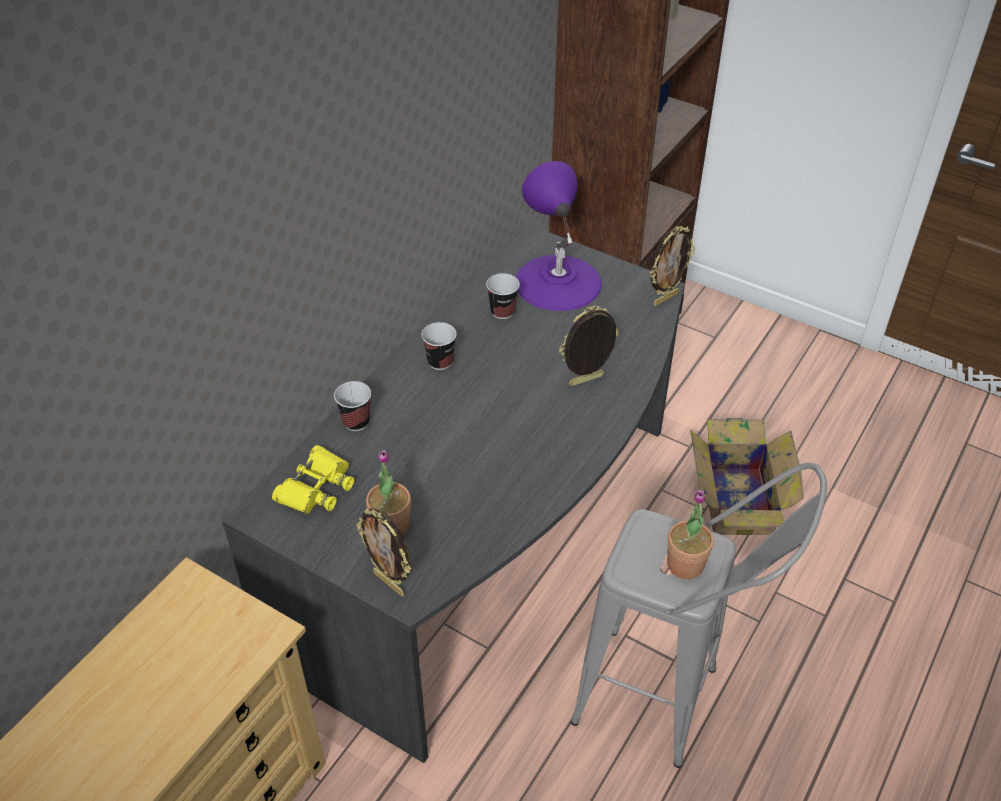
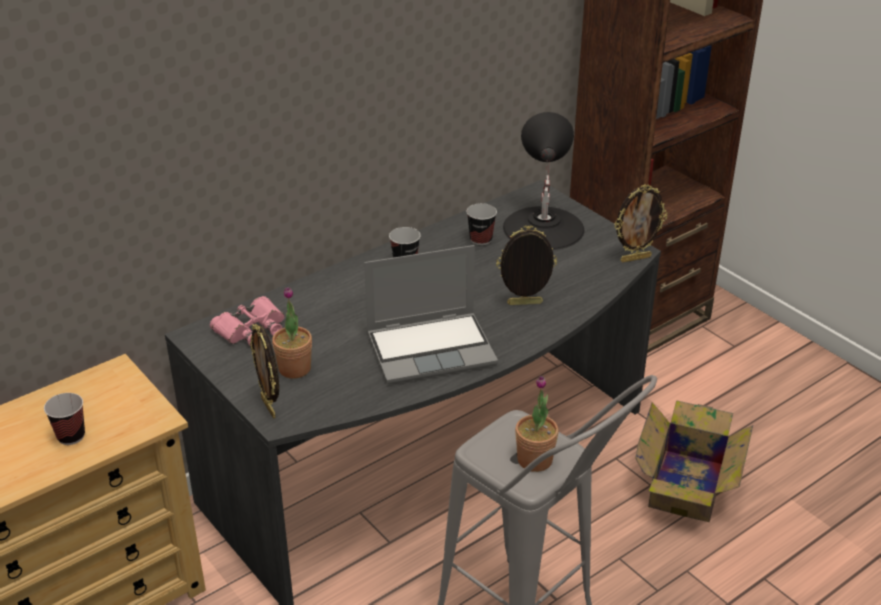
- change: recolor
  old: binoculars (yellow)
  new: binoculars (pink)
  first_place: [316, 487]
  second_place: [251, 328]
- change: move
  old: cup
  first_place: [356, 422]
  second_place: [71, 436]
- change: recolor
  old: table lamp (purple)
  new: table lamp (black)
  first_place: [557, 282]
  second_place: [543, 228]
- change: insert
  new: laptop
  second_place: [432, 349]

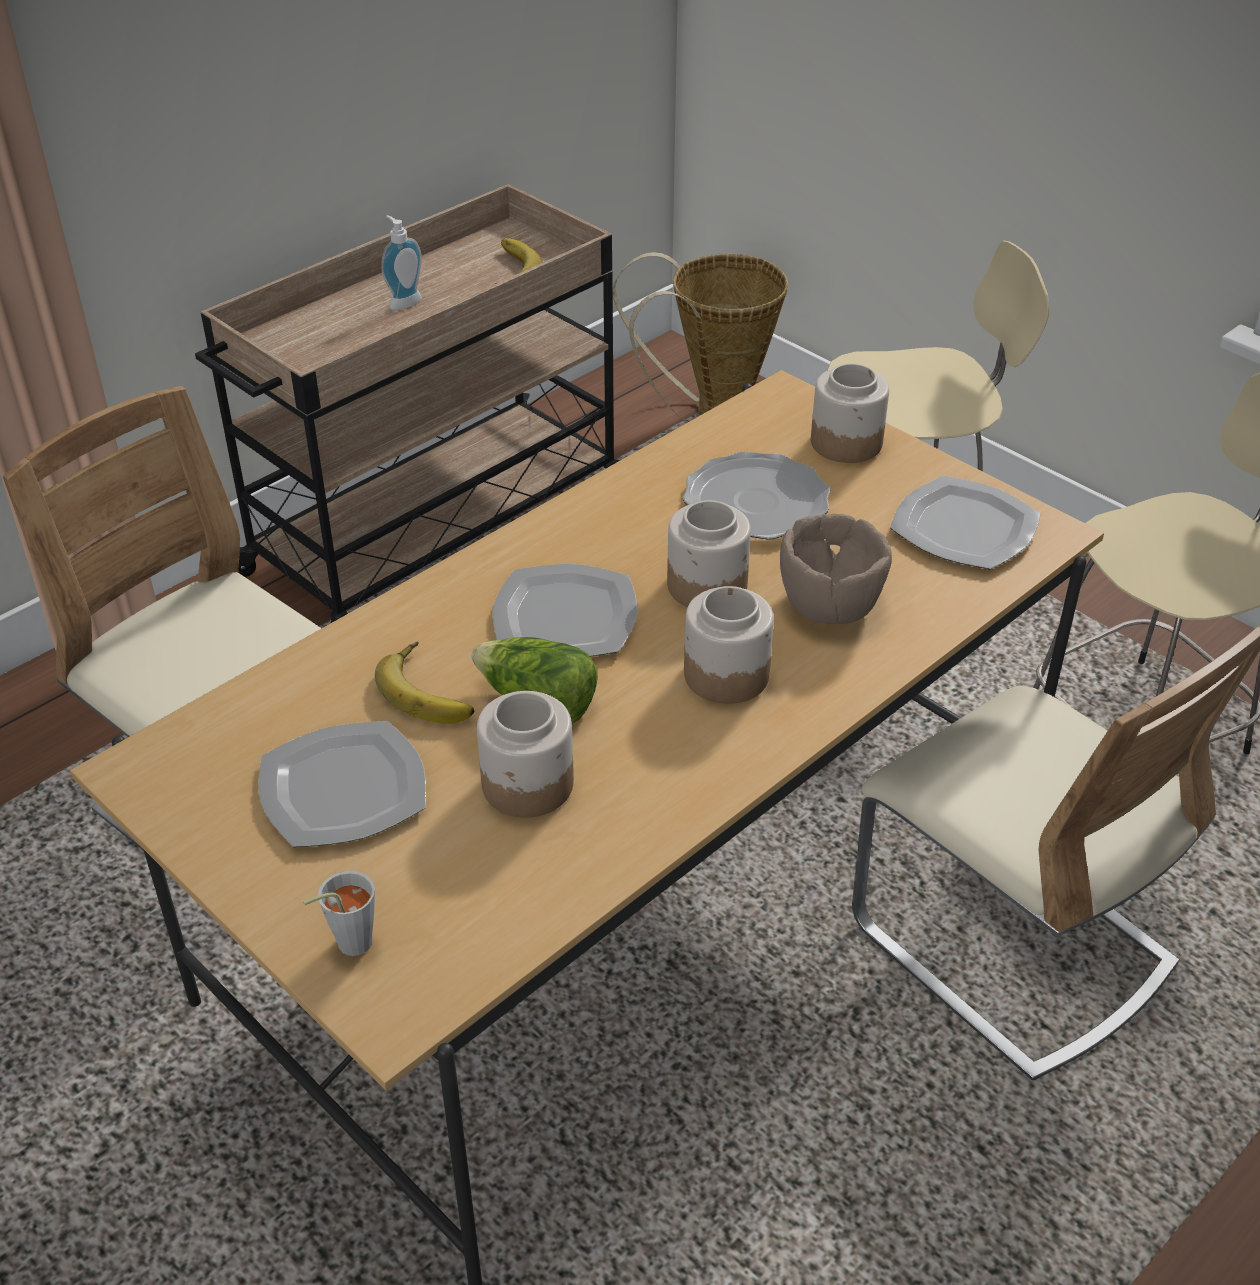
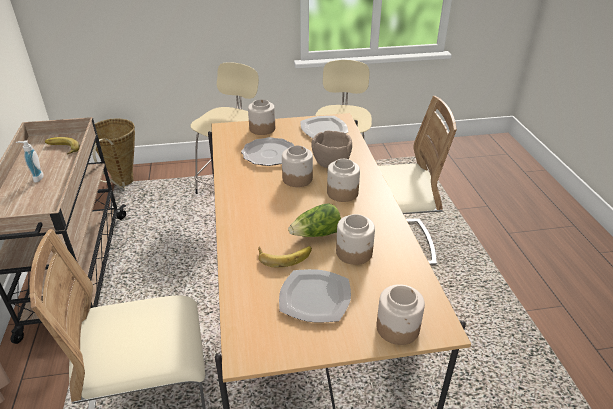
- change: replace
  old: cup (grey)
  new: jar
  first_place: [347, 945]
  second_place: [398, 327]
- change: delete
  old: plate
  first_place: [564, 617]

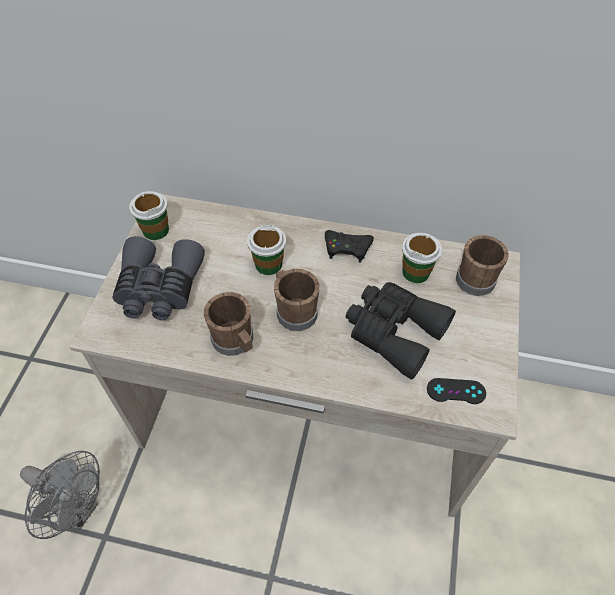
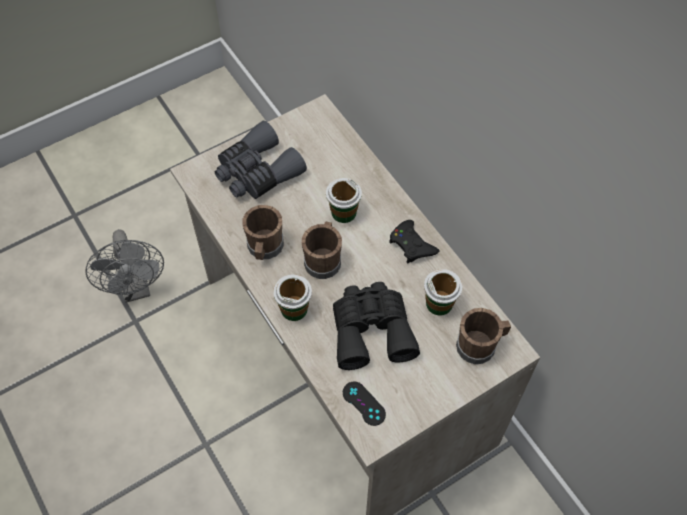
- change: move
  old: cup
  first_place: [155, 230]
  second_place: [294, 308]

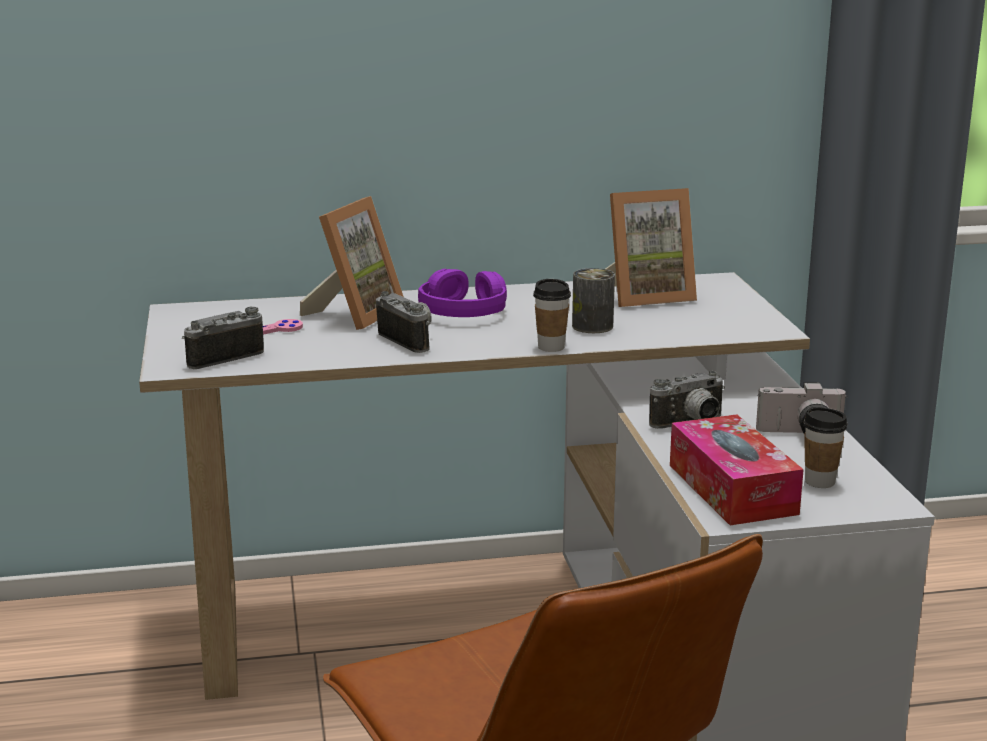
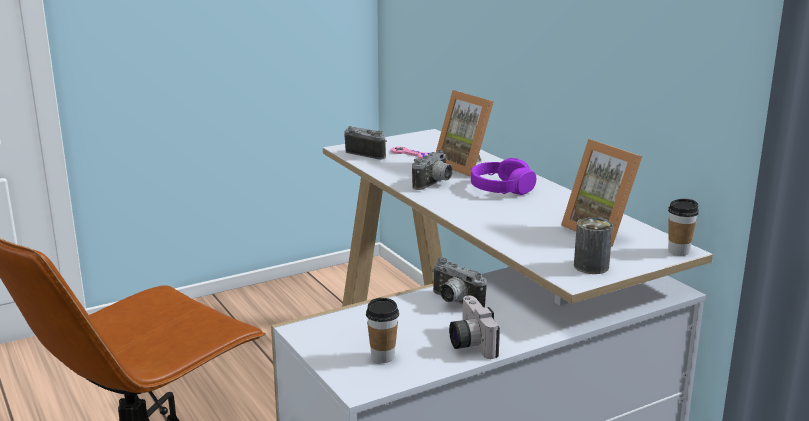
- change: rotate
  old: picture frame
  first_place: [355, 314]
  second_place: [467, 166]
  degrees: 45
- change: move
  old: cup
  first_place: [551, 347]
  second_place: [678, 251]
- change: move
  old: can
  first_place: [592, 326]
  second_place: [591, 266]
- change: delete
  old: tissue box
  first_place: [732, 489]

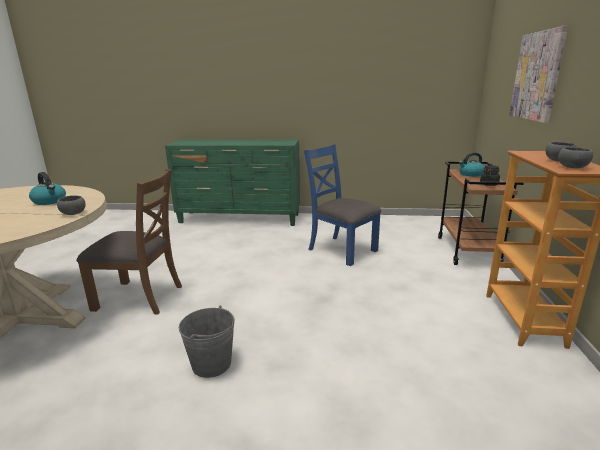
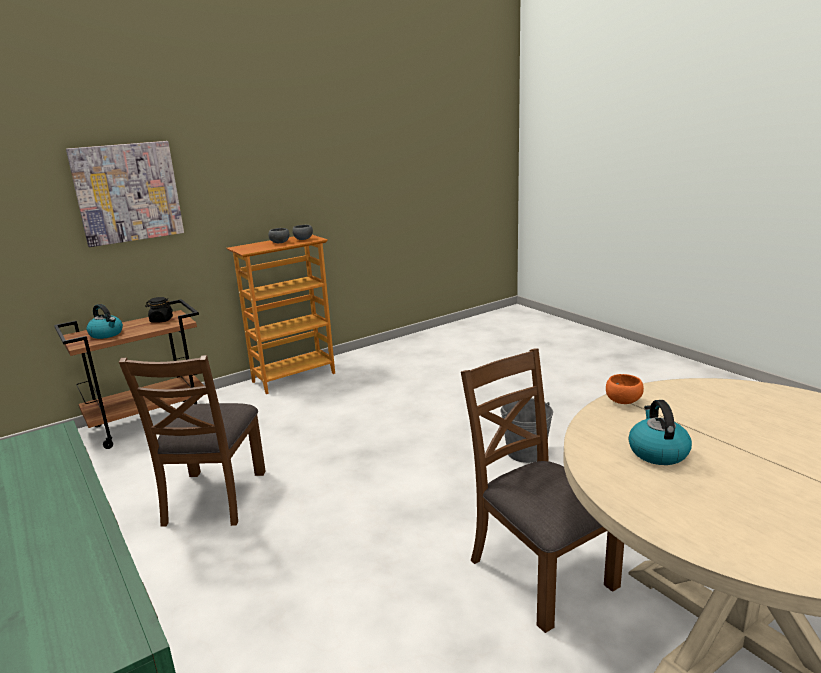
- change: recolor
  old: bowl (grey)
  new: bowl (orange)
  first_place: [73, 214]
  second_place: [624, 401]
- change: recolor
  old: chair (blue)
  new: chair (brown)
  first_place: [341, 250]
  second_place: [214, 497]

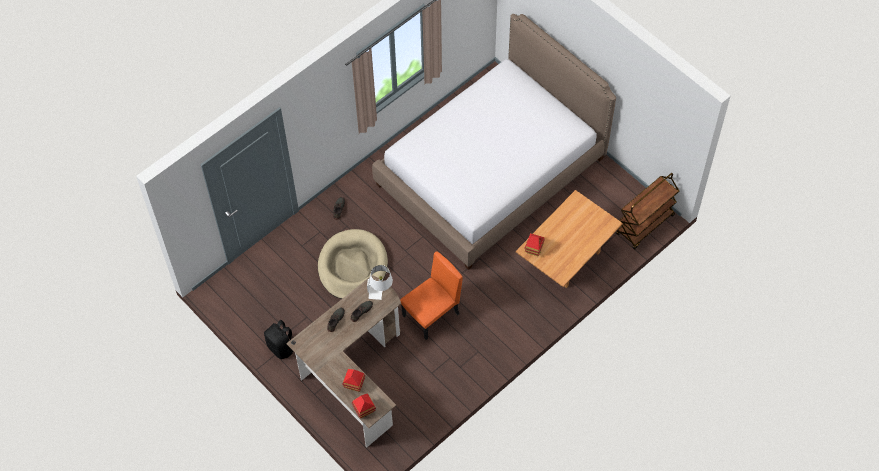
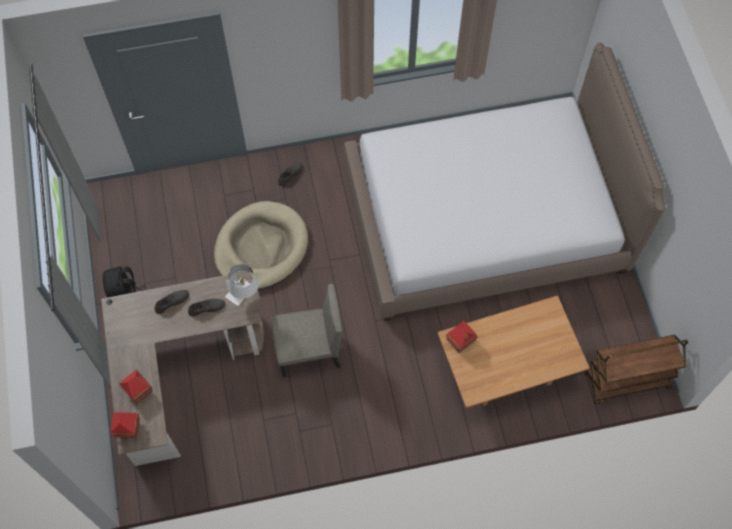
- change: recolor
  old: chair (orange)
  new: chair (beige)
  first_place: [431, 315]
  second_place: [308, 351]

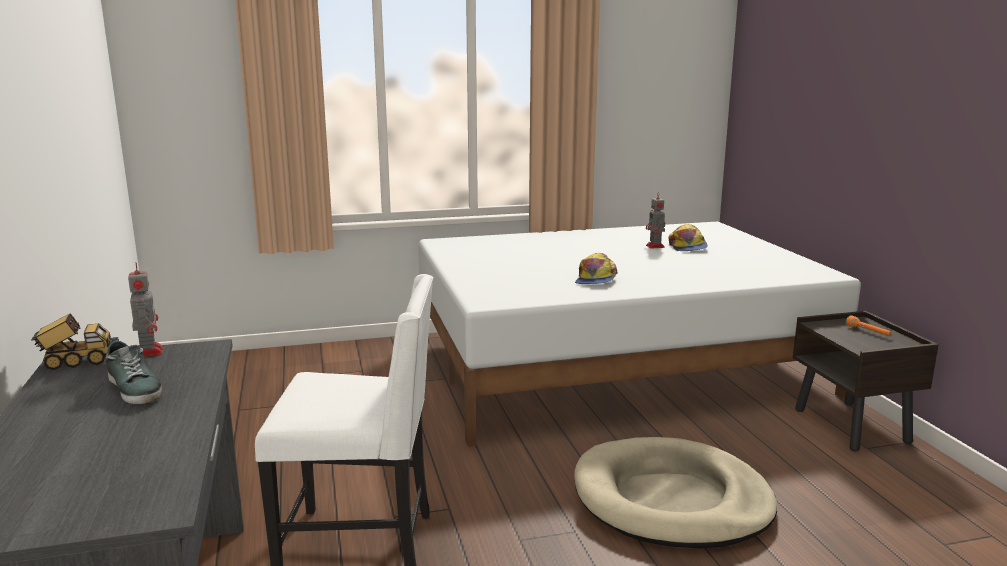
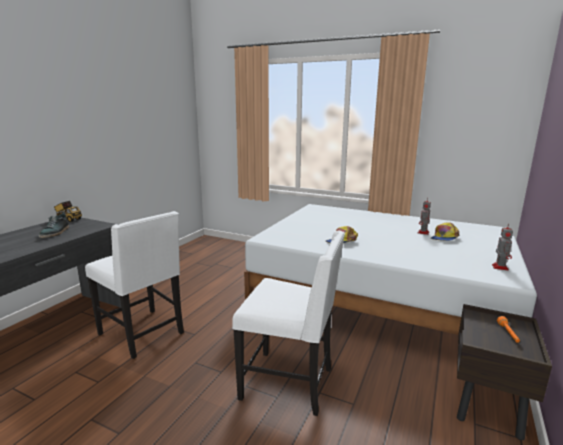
- change: move
  old: toy robot
  first_place: [148, 351]
  second_place: [499, 267]
- change: replace
  old: dog bed (beige)
  new: chair (white)
  first_place: [671, 499]
  second_place: [289, 383]

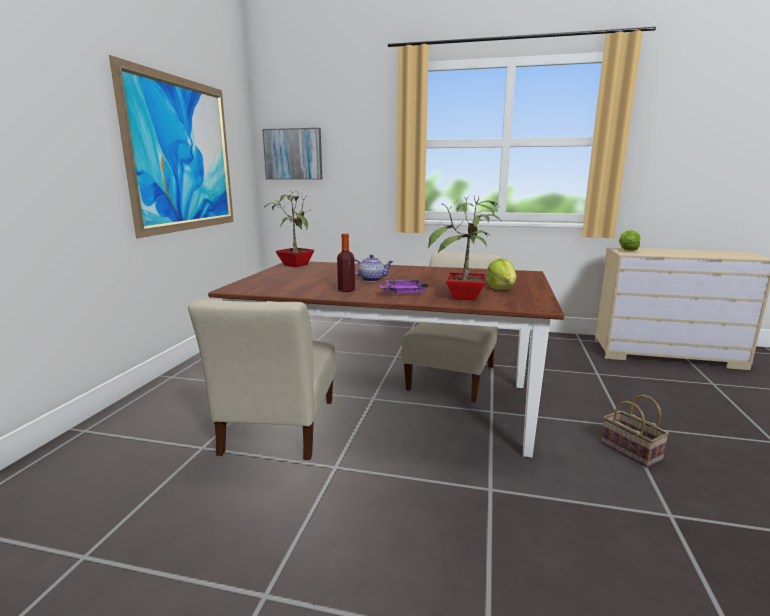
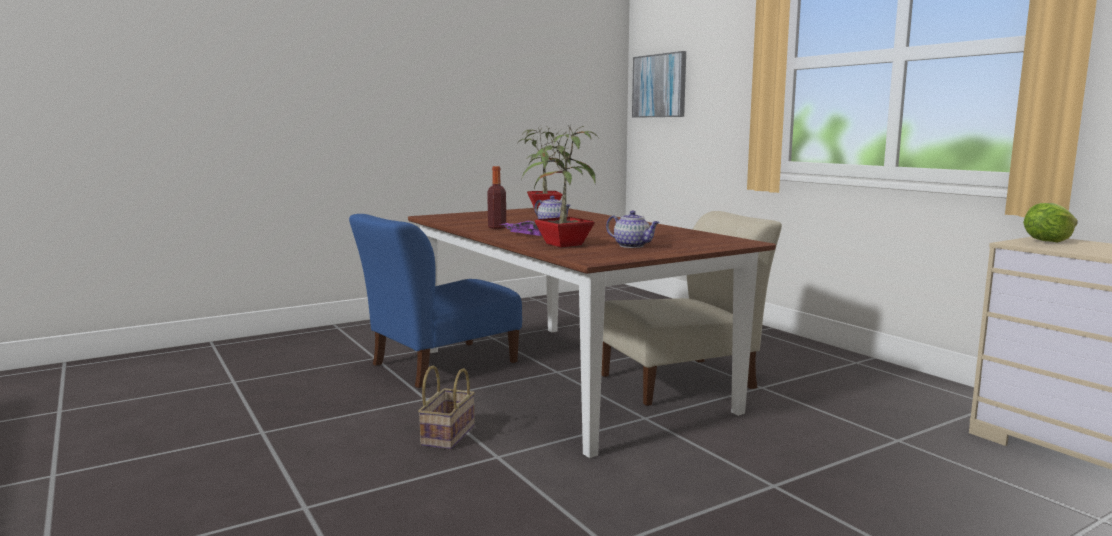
- change: delete
  old: picture
  first_place: [183, 155]
- change: recolor
  old: chair (beige)
  new: chair (blue)
  first_place: [278, 430]
  second_place: [439, 365]
- change: replace
  old: lettuce
  new: teapot
  first_place: [501, 289]
  second_place: [632, 246]
- change: move
  old: basket
  first_place: [628, 450]
  second_place: [447, 434]

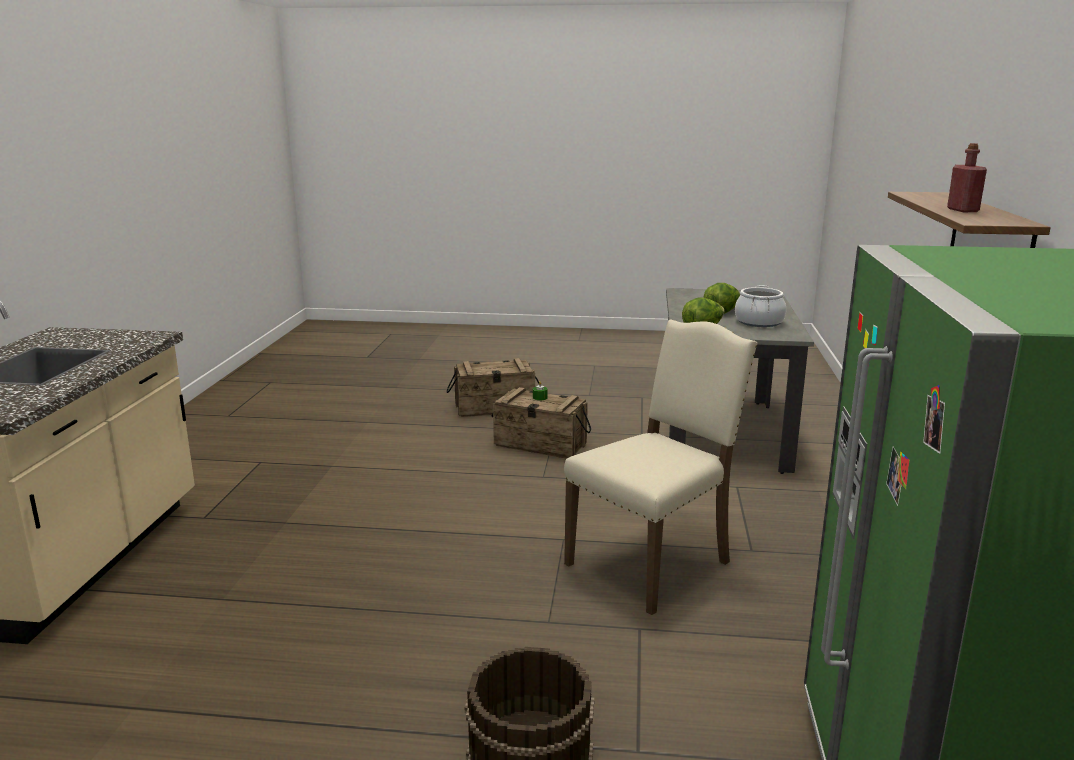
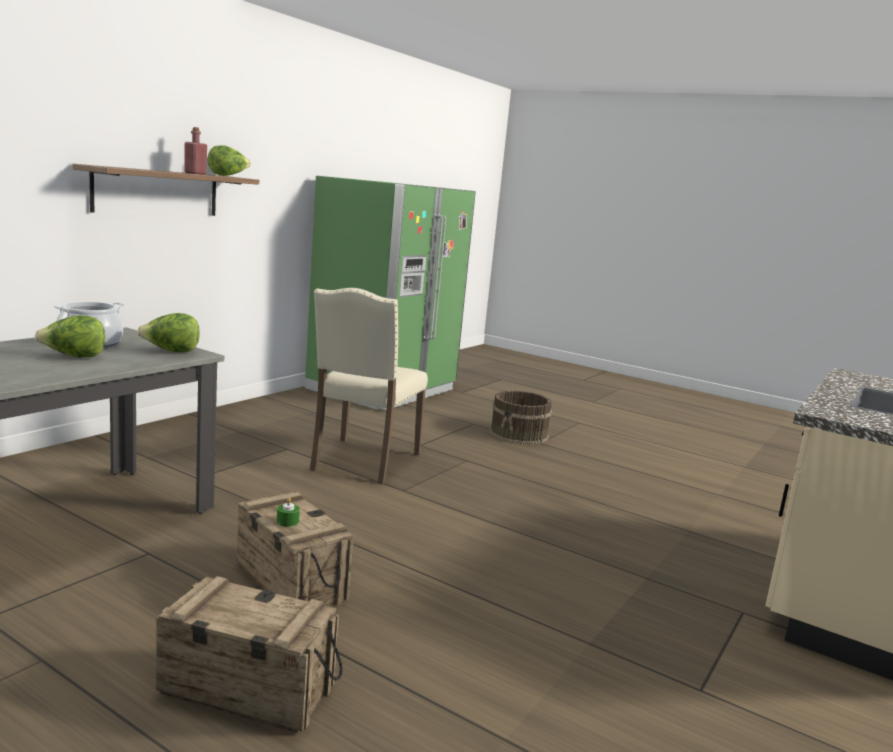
- change: rotate
  old: chair (beige)
  first_place: [653, 563]
  second_place: [363, 462]
  degrees: -60
- change: insert
  new: lettuce
  second_place: [228, 176]

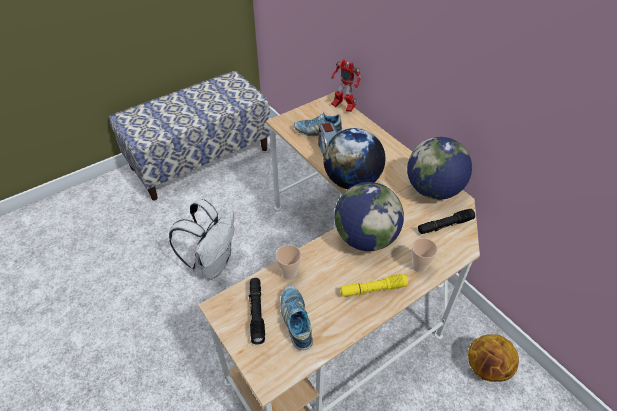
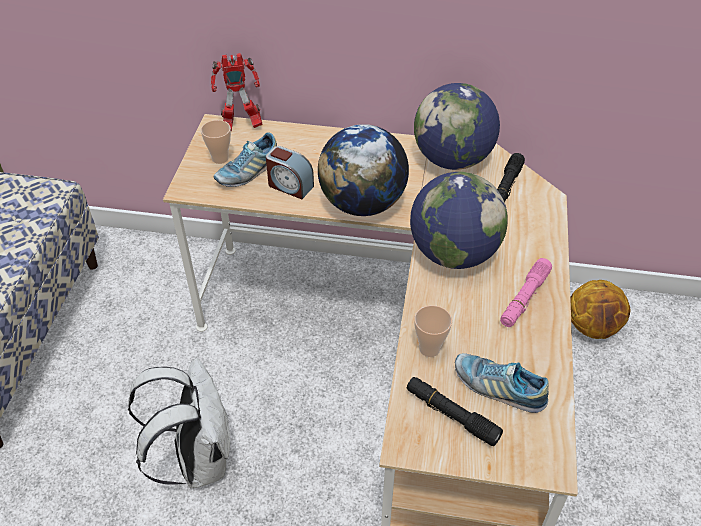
- change: recolor
  old: flashlight (yellow)
  new: flashlight (pink)
  first_place: [373, 289]
  second_place: [524, 298]
- change: move
  old: cup
  first_place: [419, 267]
  second_place: [220, 158]

